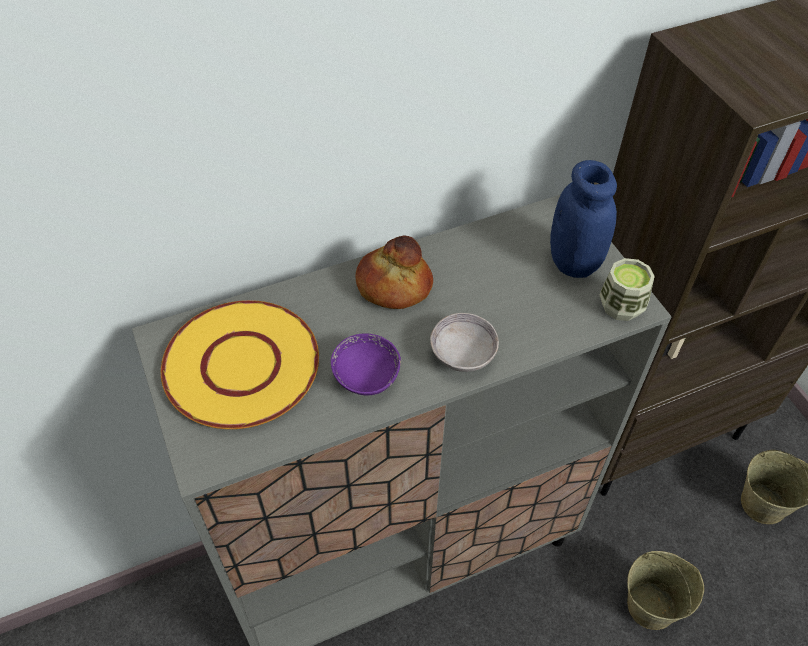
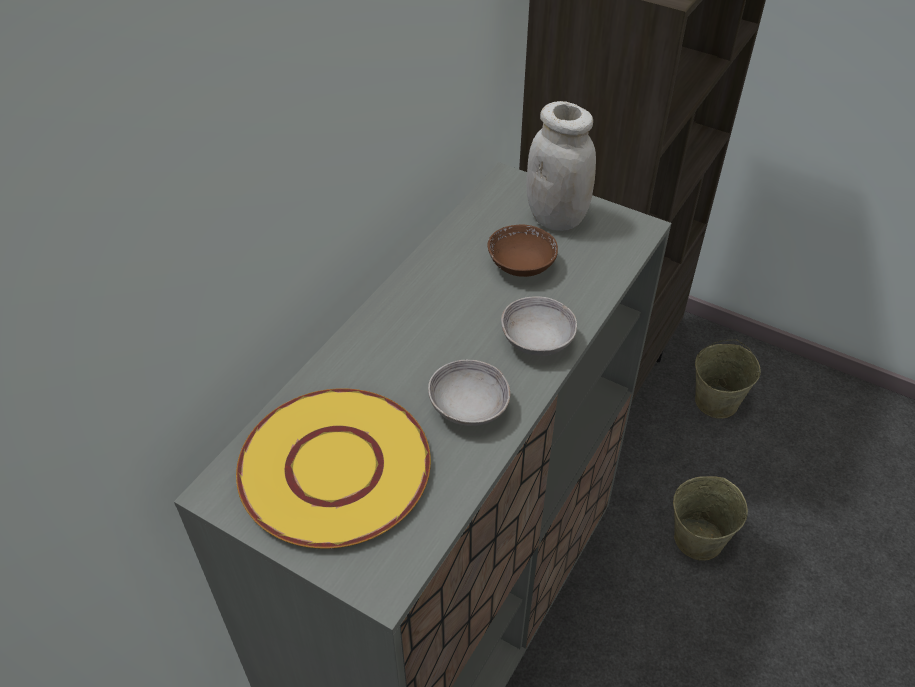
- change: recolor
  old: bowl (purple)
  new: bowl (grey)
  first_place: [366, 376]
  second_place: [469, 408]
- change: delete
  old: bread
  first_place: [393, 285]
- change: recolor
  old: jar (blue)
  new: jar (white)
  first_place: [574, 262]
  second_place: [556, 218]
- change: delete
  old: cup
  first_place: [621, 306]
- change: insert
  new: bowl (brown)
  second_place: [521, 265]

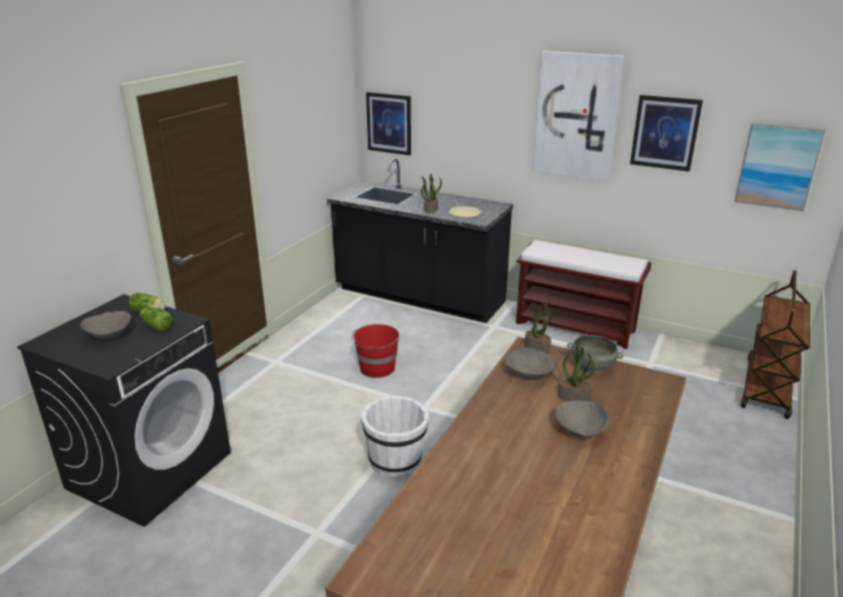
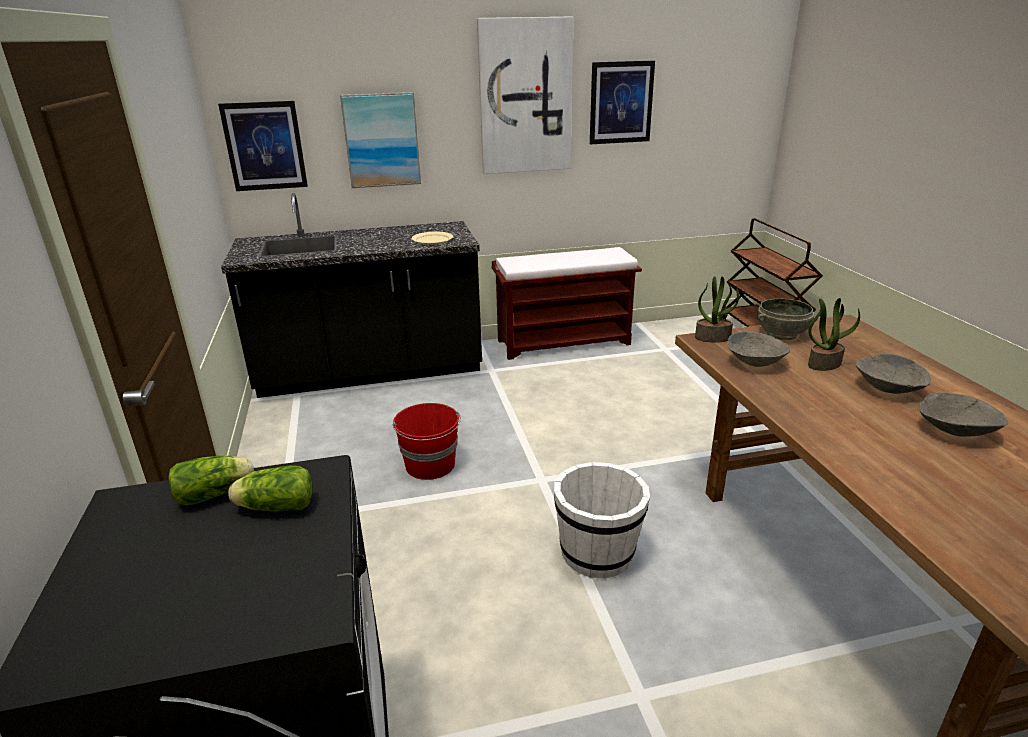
- change: move
  old: bowl (grey)
  first_place: [108, 335]
  second_place: [955, 431]
- change: delete
  old: potted plant
  first_place: [430, 209]
- change: move
  old: picture
  first_place: [777, 166]
  second_place: [381, 140]

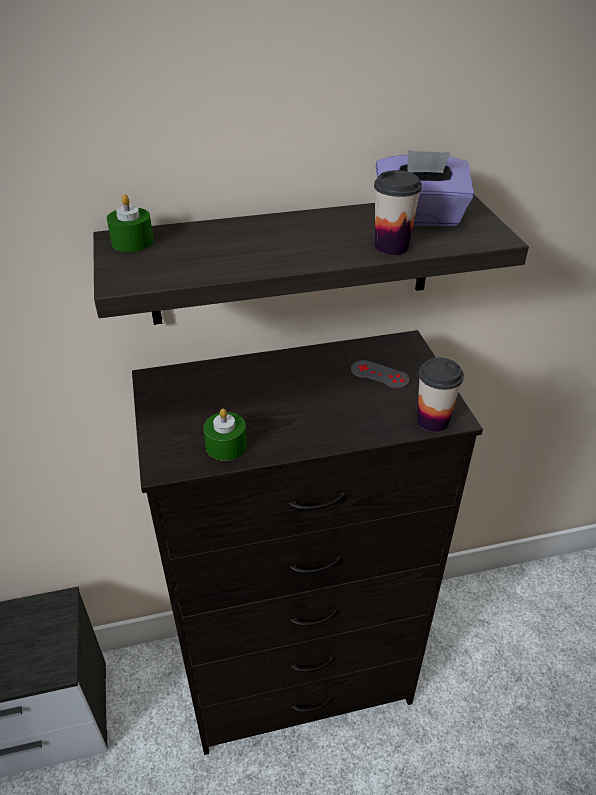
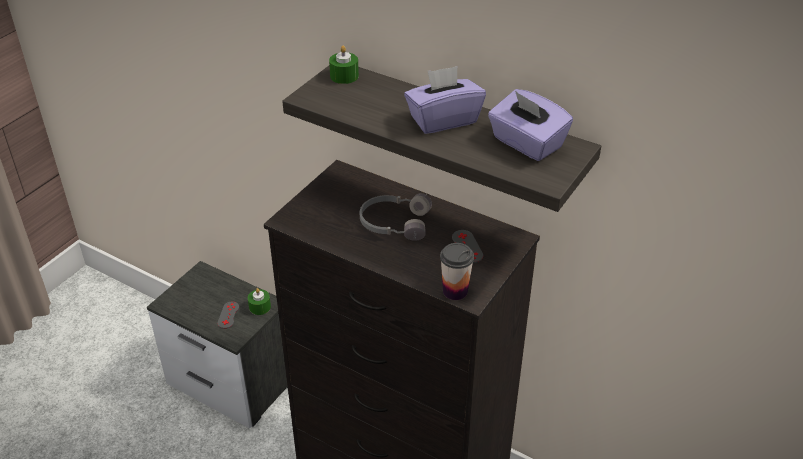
- change: move
  old: candle (green)
  first_place: [226, 445]
  second_place: [260, 307]
- change: delete
  old: cup
  first_place: [391, 247]
- change: insert
  new: game controller (grey)
  second_place: [228, 315]
- change: insert
  new: headphones (grey)
  second_place: [394, 223]
- change: insert
  new: tissue box (purple)
  second_place: [443, 120]

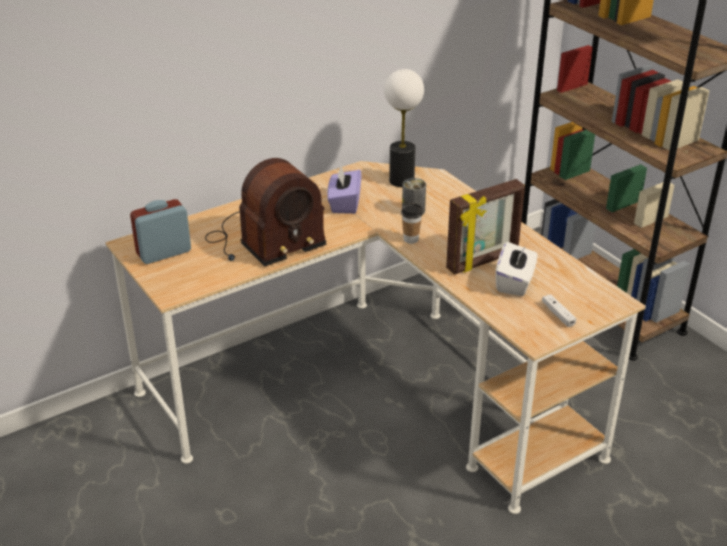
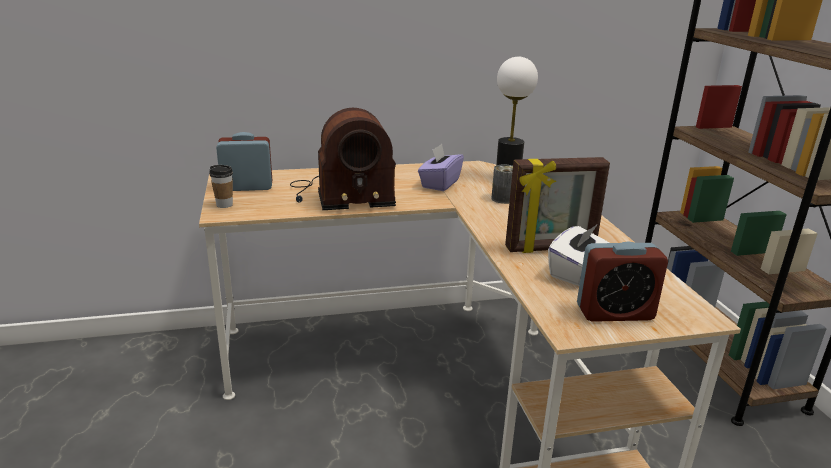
- change: move
  old: cup
  first_place: [411, 239]
  second_place: [224, 205]
- change: replace
  old: game controller (white)
  new: alarm clock
  first_place: [558, 314]
  second_place: [614, 312]

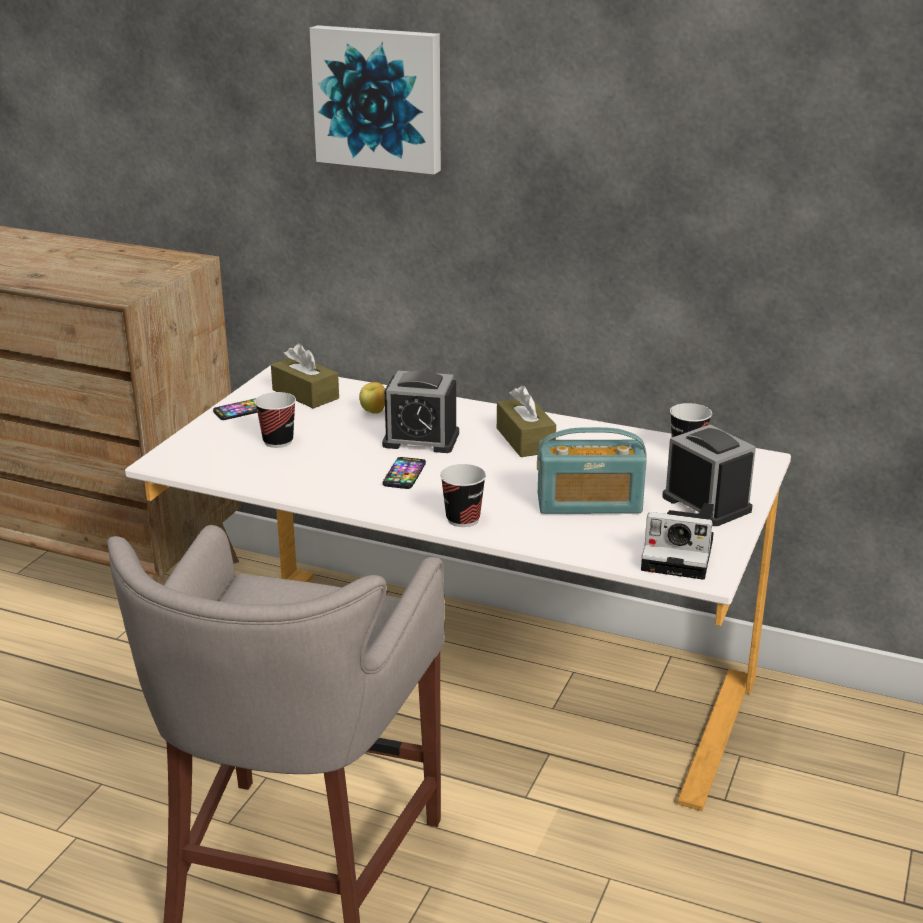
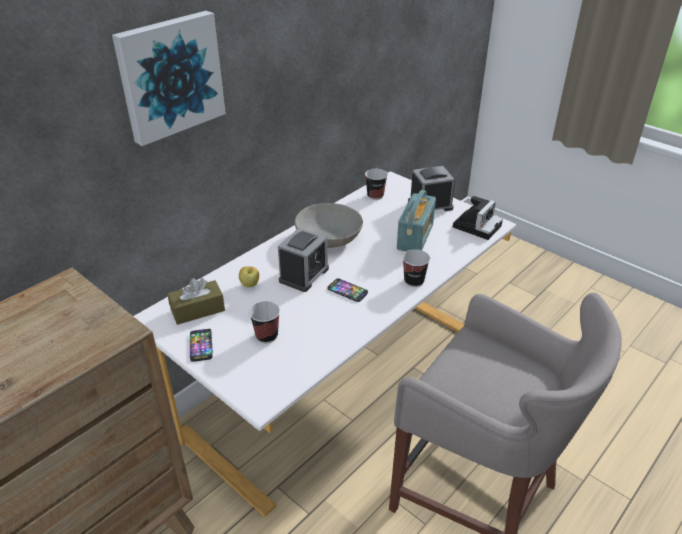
- change: replace
  old: tissue box (brown)
  new: bowl (grey)
  first_place: [525, 440]
  second_place: [329, 238]

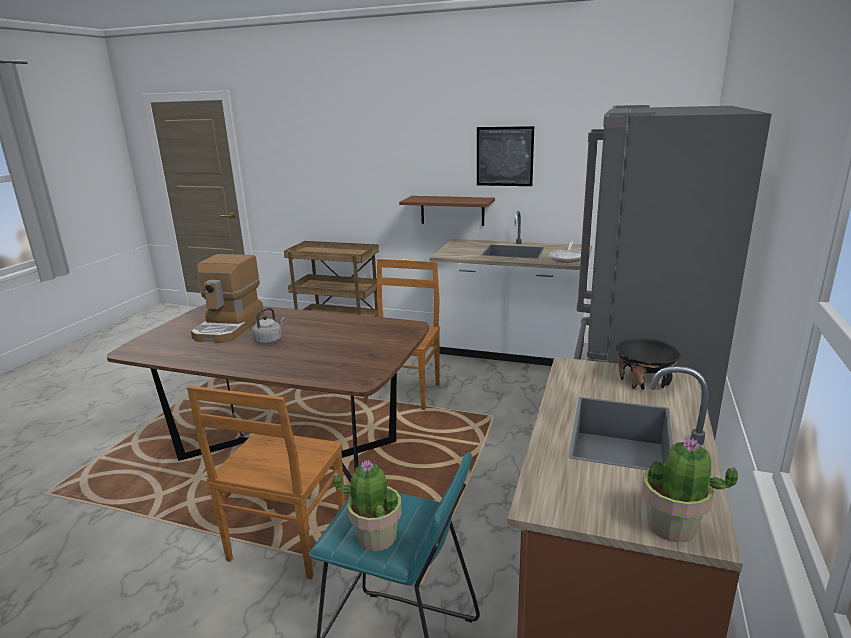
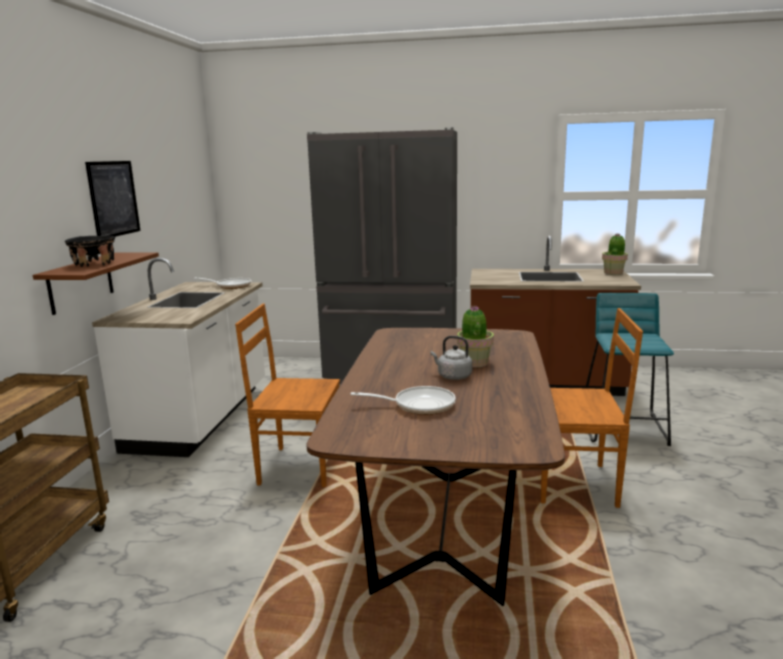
- change: replace
  old: coffee machine
  new: frying pan
  first_place: [230, 327]
  second_place: [419, 405]
- change: move
  old: potted plant
  first_place: [376, 536]
  second_place: [474, 363]
- change: move
  old: bowl (black)
  first_place: [643, 380]
  second_place: [94, 264]

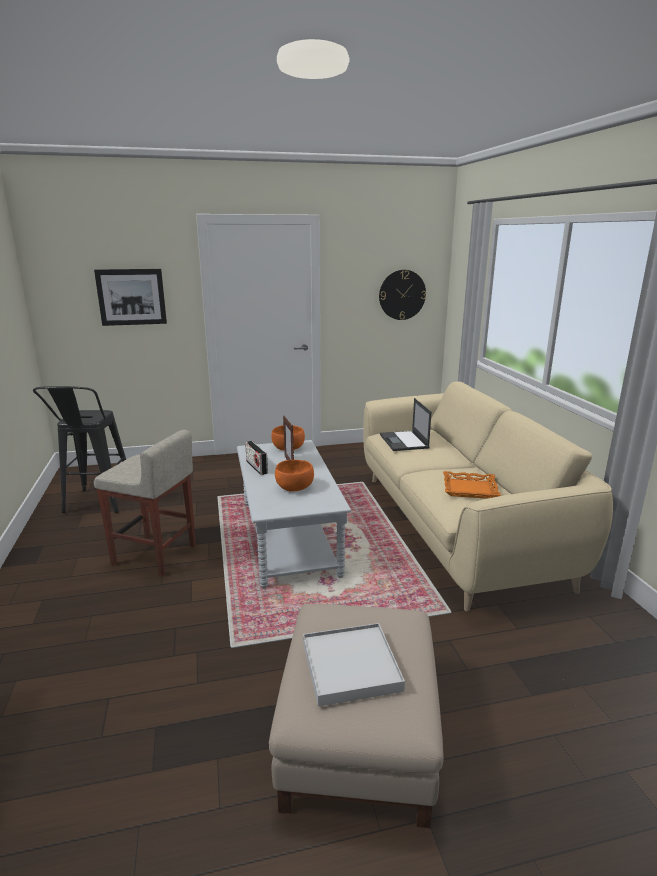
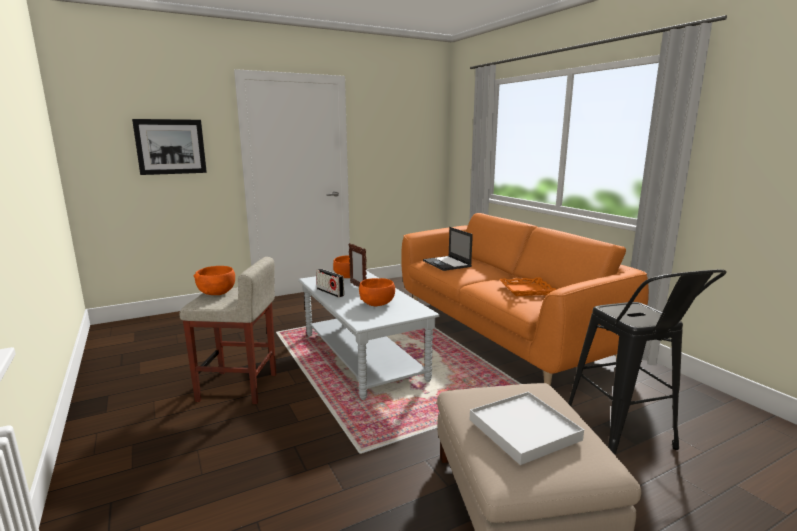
- change: move
  old: stool (black)
  first_place: [96, 504]
  second_place: [625, 440]
- change: recolor
  old: sofa (beige)
  new: sofa (orange)
  first_place: [456, 526]
  second_place: [501, 332]
- change: delete
  old: wall clock
  first_place: [402, 295]
- change: insert
  new: bowl (orange)
  second_place: [216, 292]

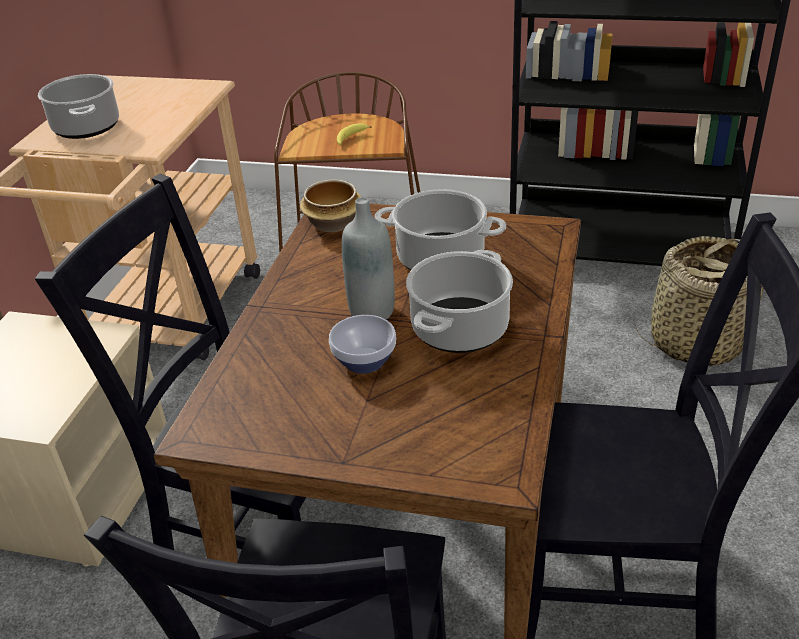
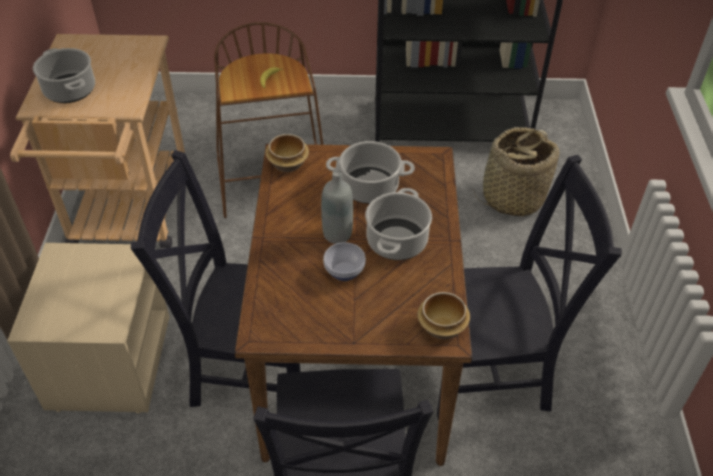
- change: insert
  new: bowl
  second_place: [442, 328]

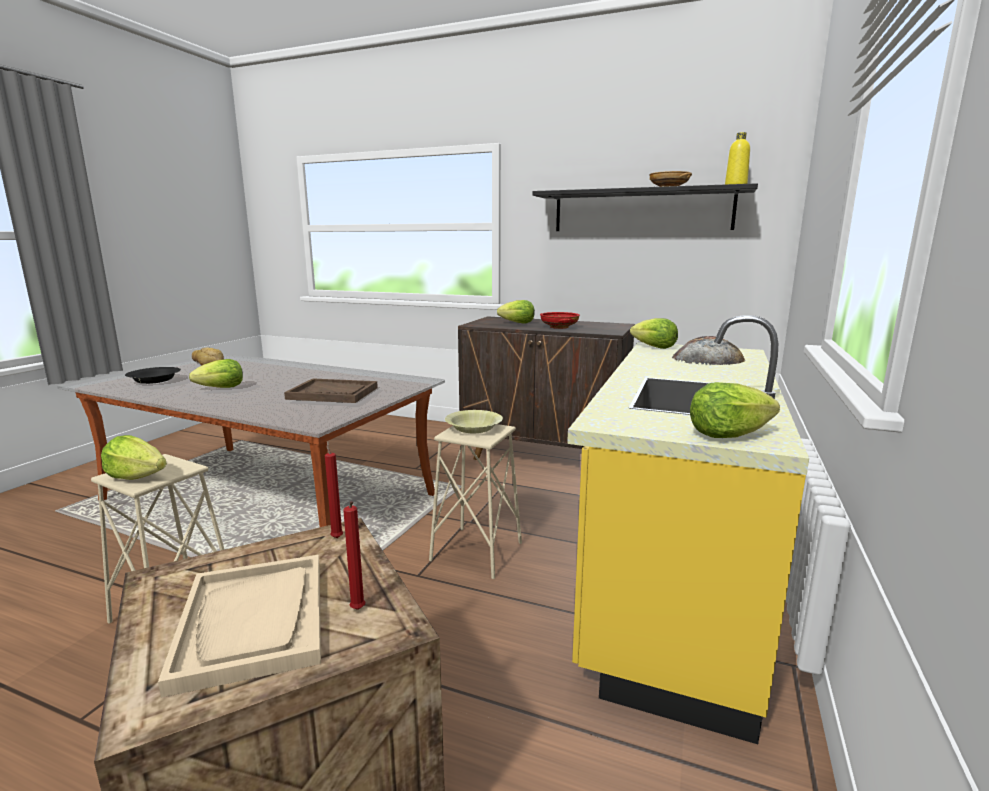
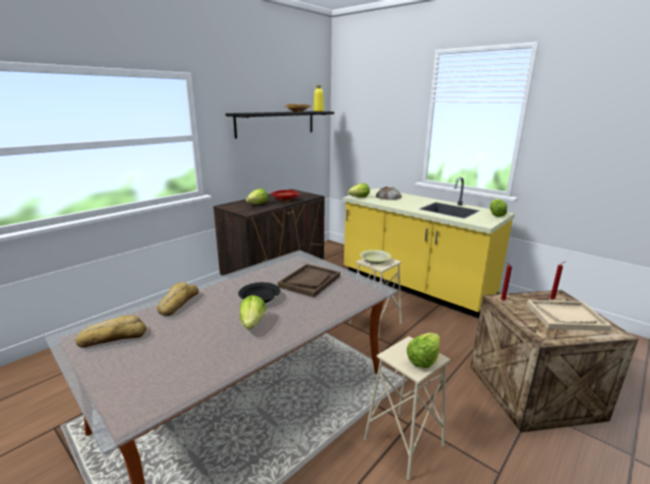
- change: move
  old: bowl (black)
  first_place: [154, 381]
  second_place: [259, 298]
- change: insert
  new: bread
  second_place: [177, 303]

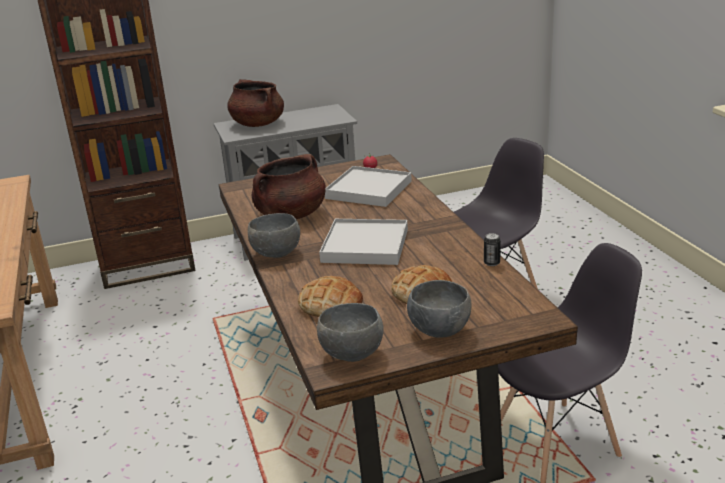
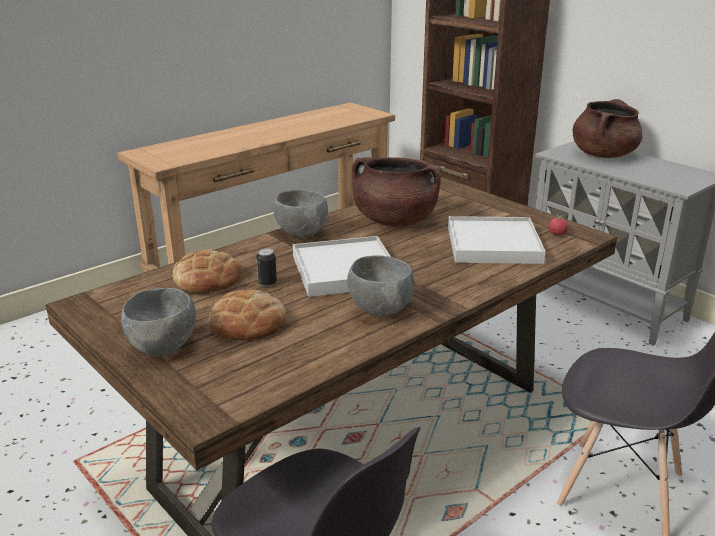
- change: move
  old: bowl (grey)
  first_place: [352, 355]
  second_place: [379, 310]
- change: move
  old: can
  first_place: [492, 263]
  second_place: [267, 283]

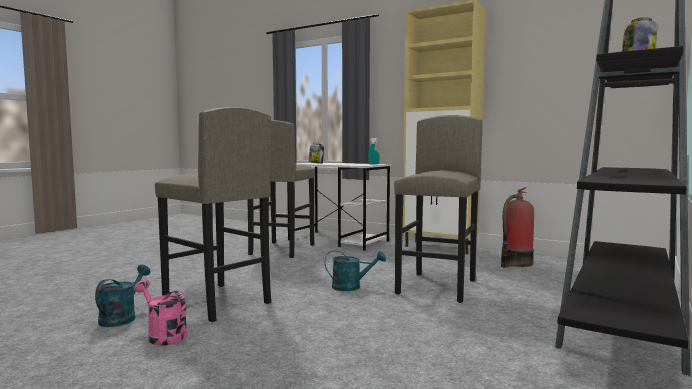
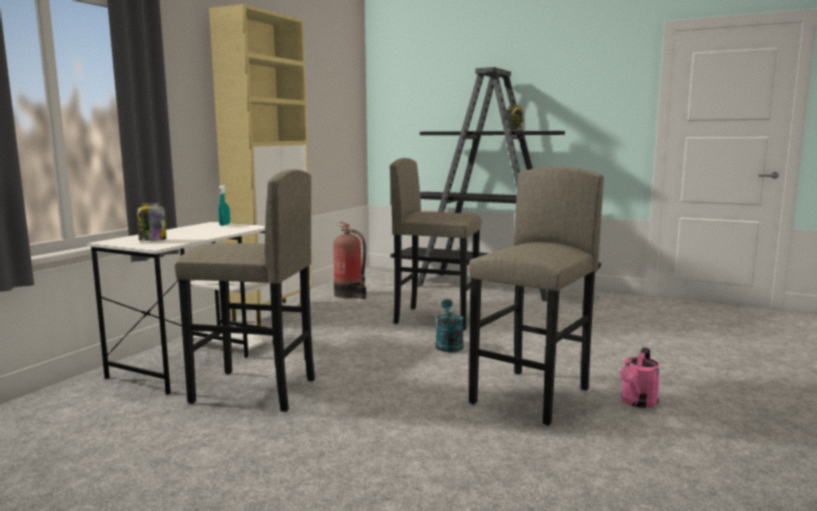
- change: delete
  old: watering can (turquoise)
  first_place: [122, 317]

